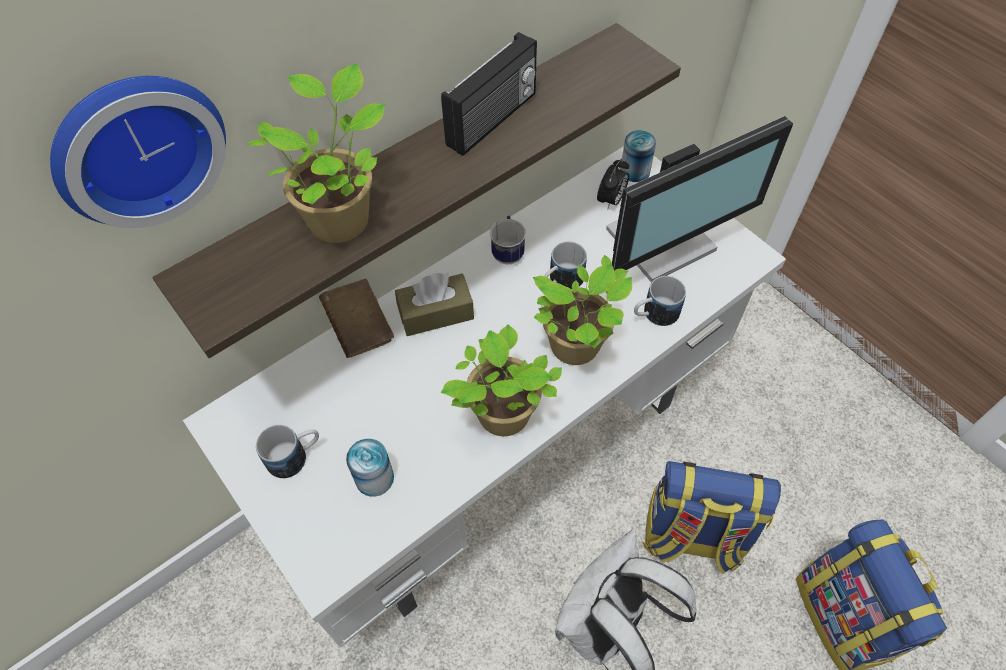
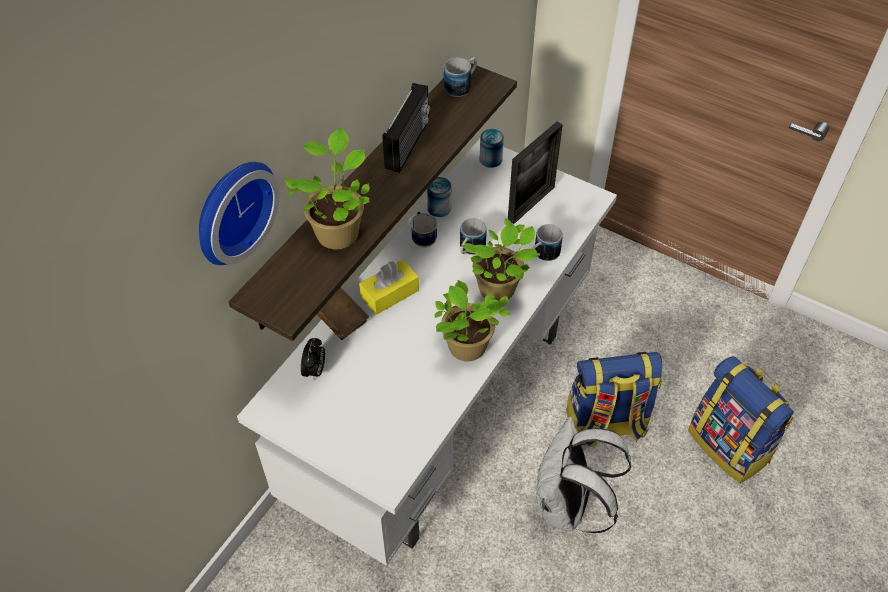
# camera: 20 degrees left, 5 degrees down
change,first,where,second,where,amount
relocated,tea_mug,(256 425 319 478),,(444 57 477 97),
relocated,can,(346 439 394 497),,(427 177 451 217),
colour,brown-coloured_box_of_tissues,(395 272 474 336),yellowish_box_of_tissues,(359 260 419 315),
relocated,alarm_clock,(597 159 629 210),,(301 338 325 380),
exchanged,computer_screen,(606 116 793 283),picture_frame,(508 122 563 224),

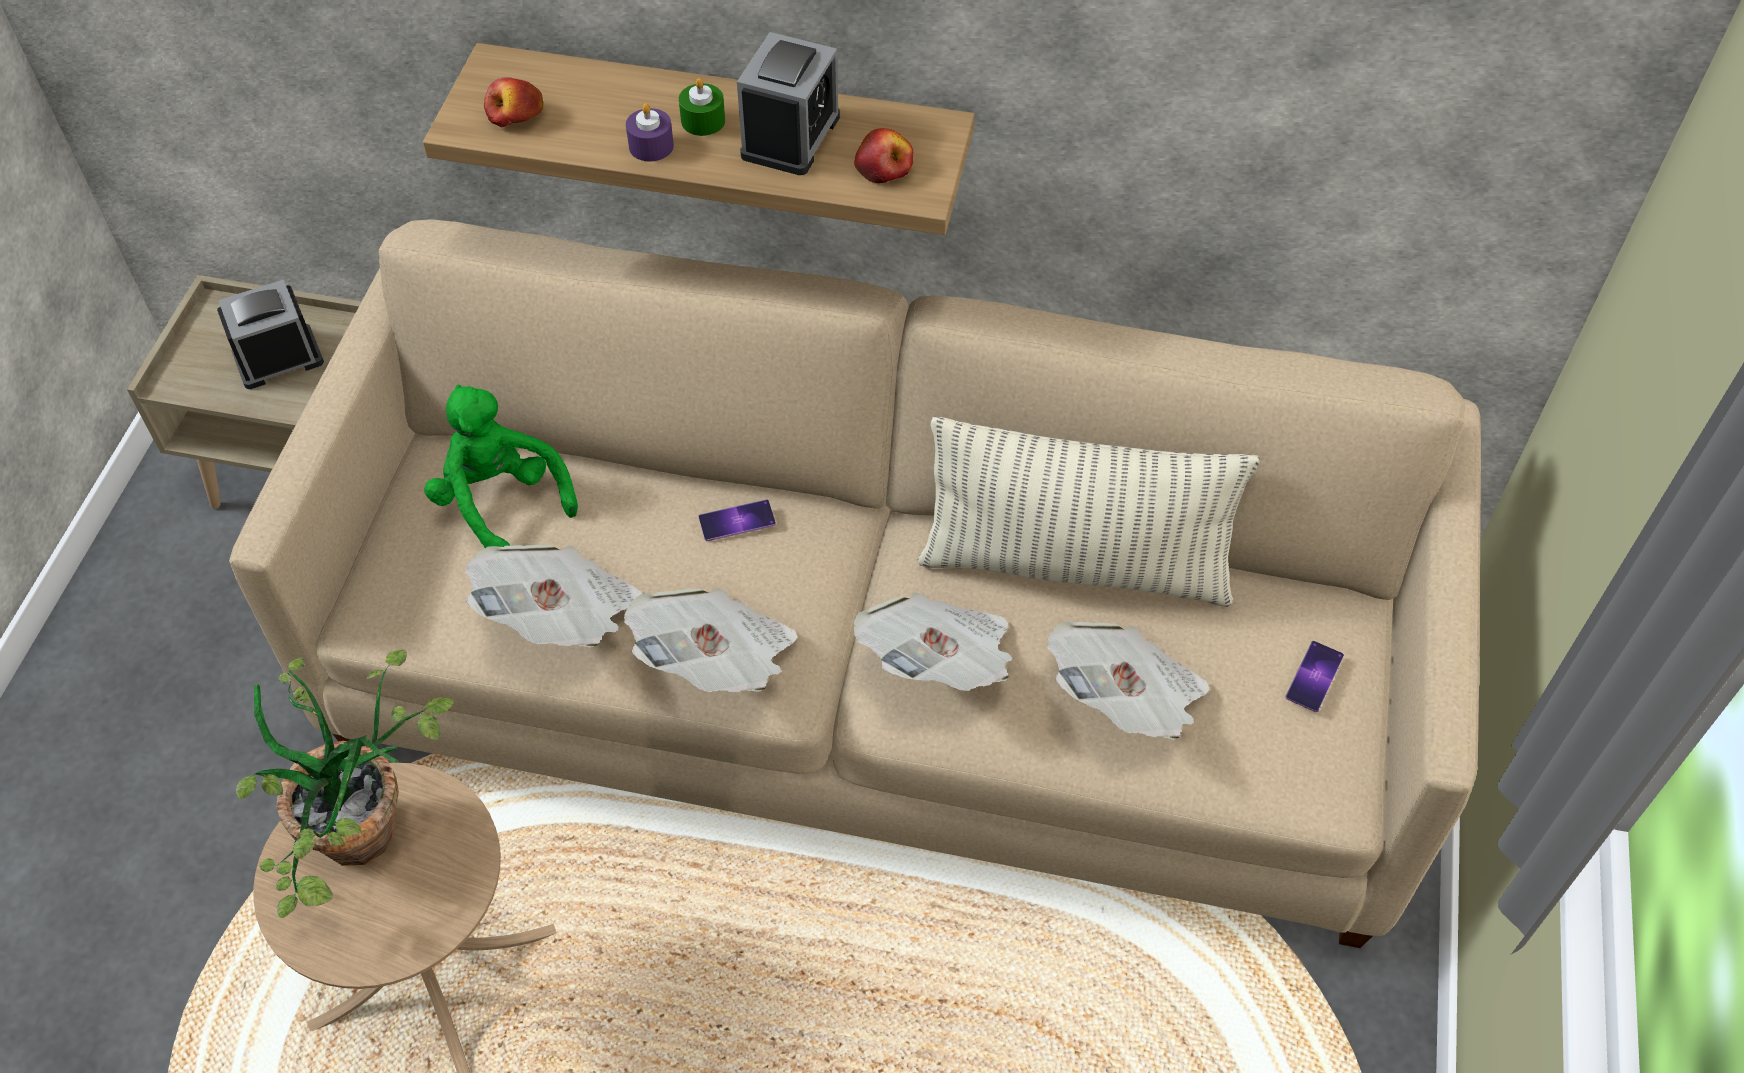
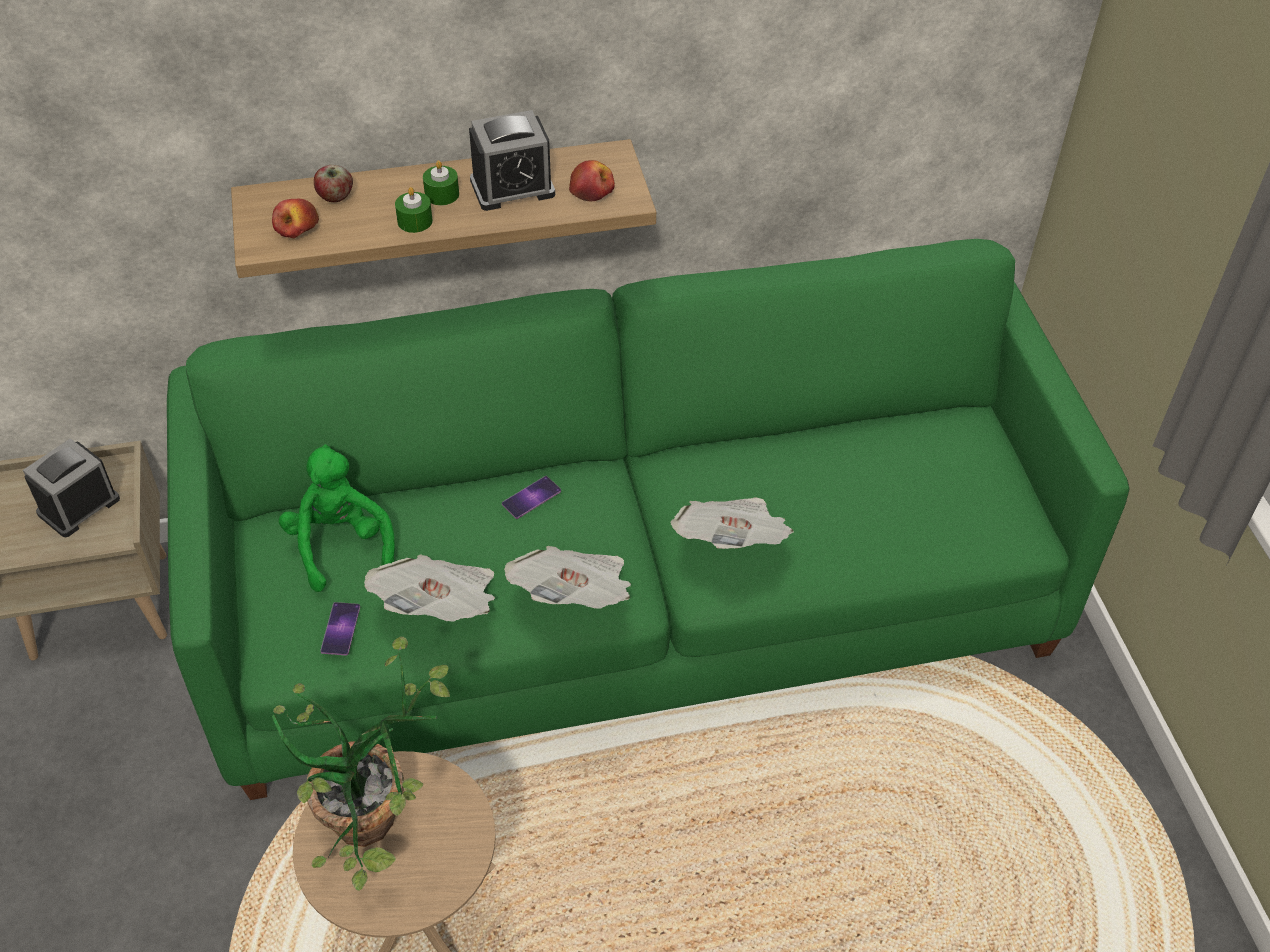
# camera: 25 degrees left, 5 degrees down
change,first,where,second,where,amount
colour,beige_settee,(229 219 1481 948),greenish_settee,(167 239 1130 800),
spun,greenish_plush_toy,(424 385 578 548),,(279 444 395 592),45 degrees clockwise
colour,purplish_candle,(626 103 674 162),greenish_candle,(395 187 433 233),
spun,alarm_clock,(737 32 840 175),,(469 110 555 211),75 degrees clockwise
missing,pillow,(917 416 1260 607),,,
missing,printed_paper,(1047 622 1209 740),,,
relocated,telephone,(1285 641 1344 712),,(320 602 360 656),
appeared,,,apple_fruit,(314 165 353 202),

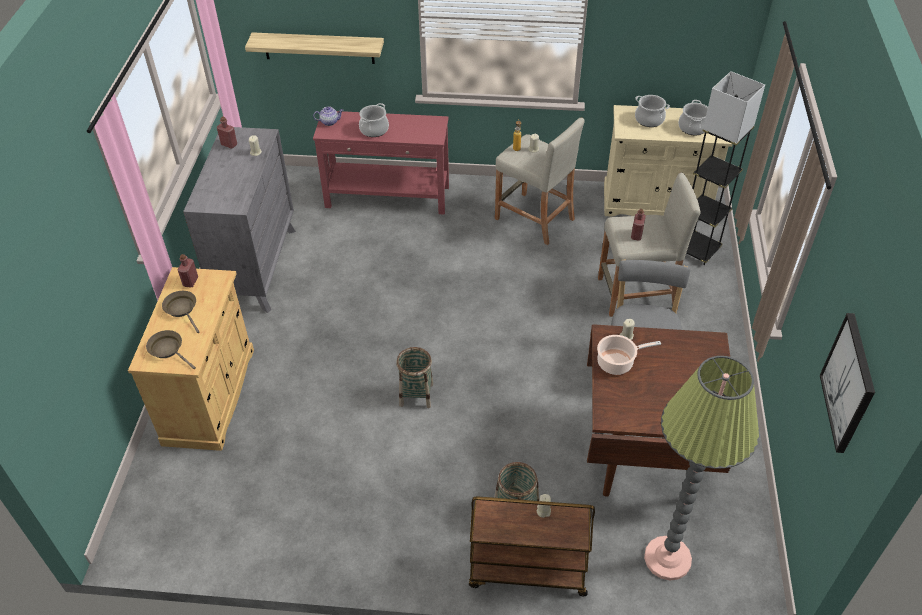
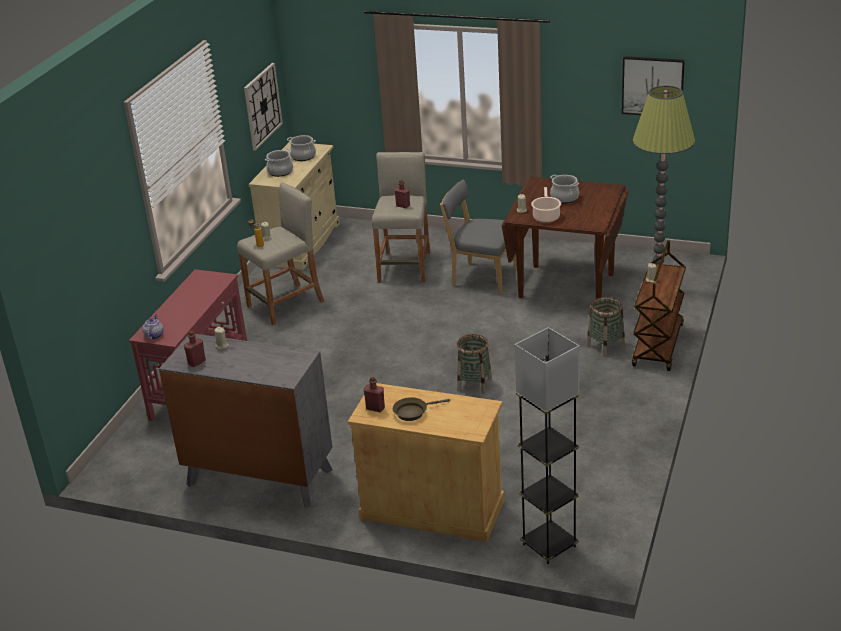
# camera: 75 degrees left, 15 degrees down
change,first,where,second,where,amount
missing,brown-coloured_skillet,(146 330 196 369),,,
missing,wall_shelf,(245 32 384 64),,,
relocated,stockpot,(359 103 389 137),,(550 175 579 203),
relocated,grey_floor_lamp,(686 71 765 265),,(515 327 580 564),
appeared,,,hanging_clock,(244 63 283 151),

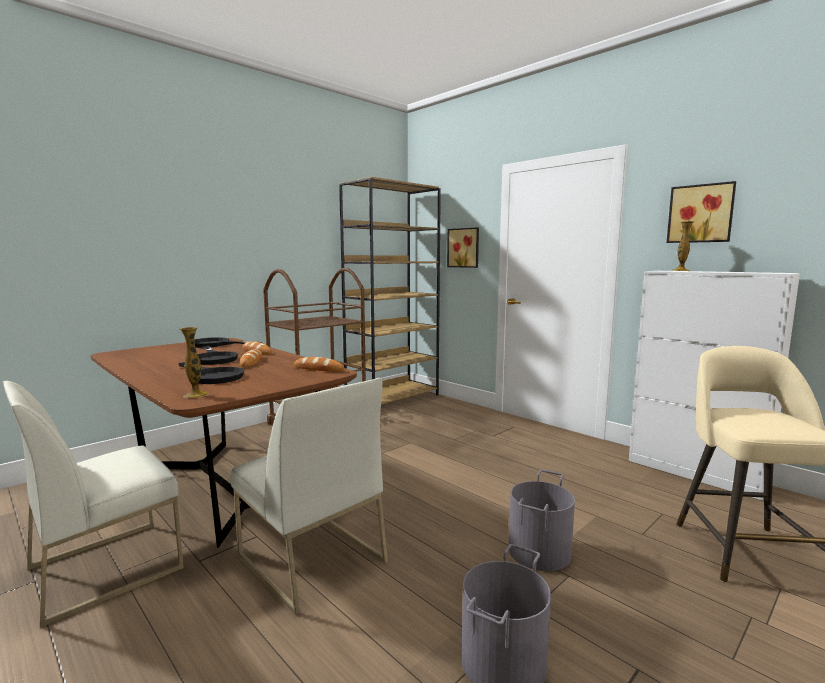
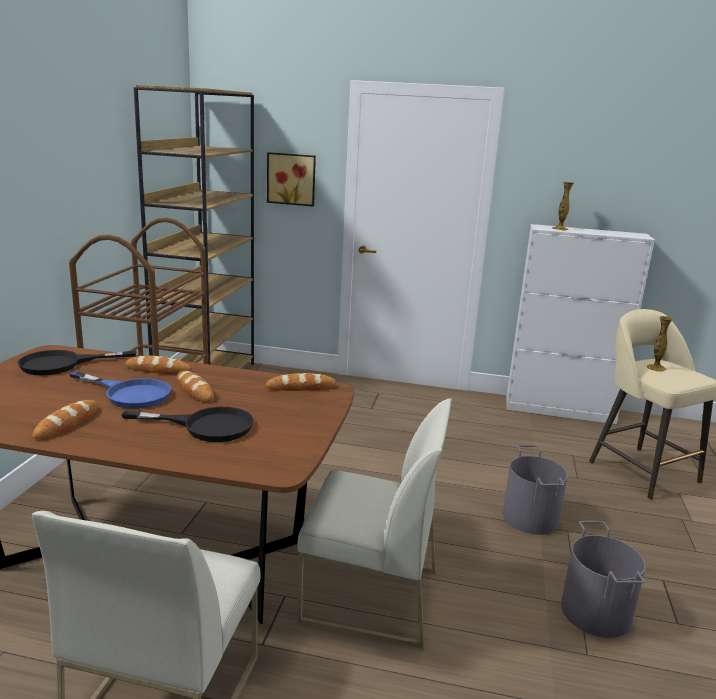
# camera: 35 degrees left, 10 degrees up
change,first,where,second,where,amount
relocated,decorative_vase,(180 327 209 398),,(647 316 673 372),
colour,blackish_skillet,(198 346 238 365),blue_skillet,(69 371 171 409),
missing,wall_picture,(666 181 736 243),,,
appeared,,,bakery_bread,(33 400 99 439),

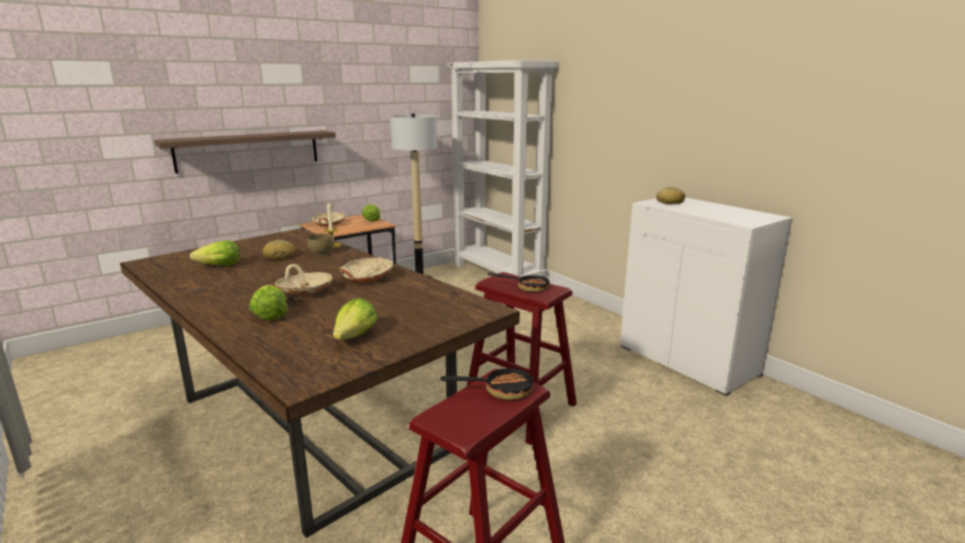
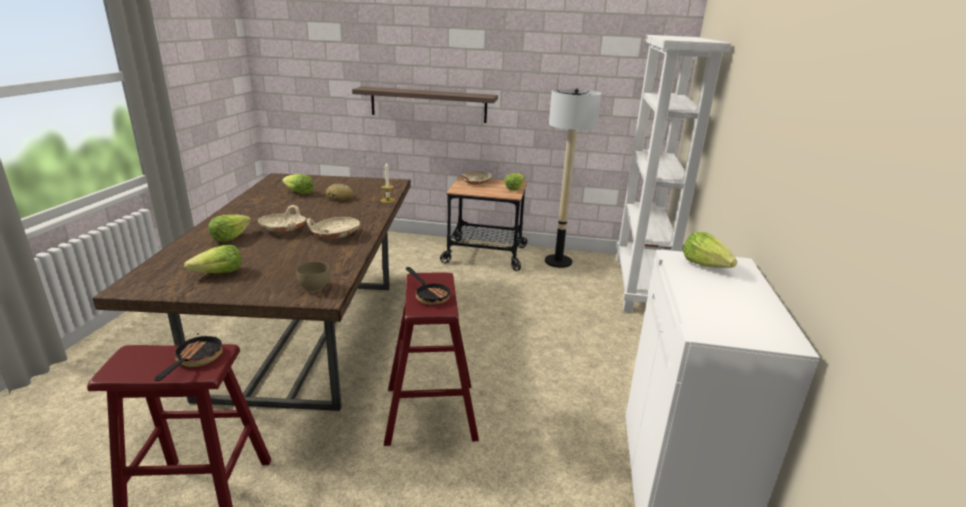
# camera: 45 degrees right, 5 degrees up
change,first,where,second,where,amount
relocated,brown-coloured_bowl,(307 234 334 255),,(297 262 330 291),
spun,skillet,(440 364 533 400),,(154 333 223 381),120 degrees counterclockwise
exchanged,bakery_bread,(656 187 685 204),lettuce_head,(683 232 737 268),

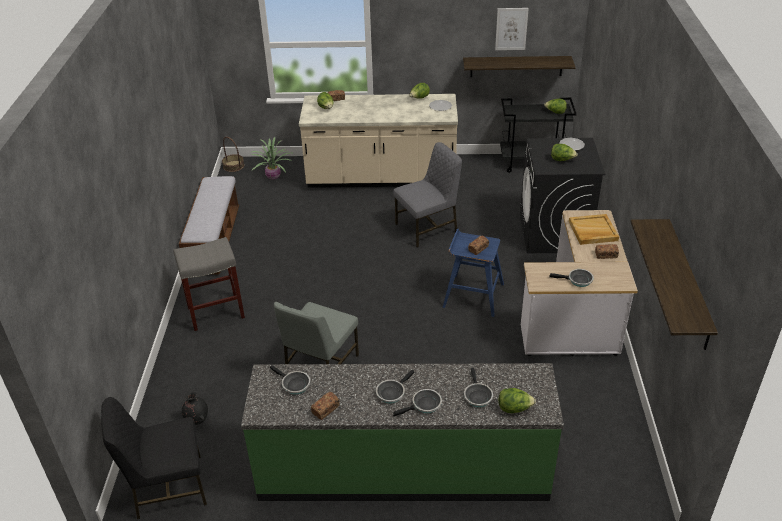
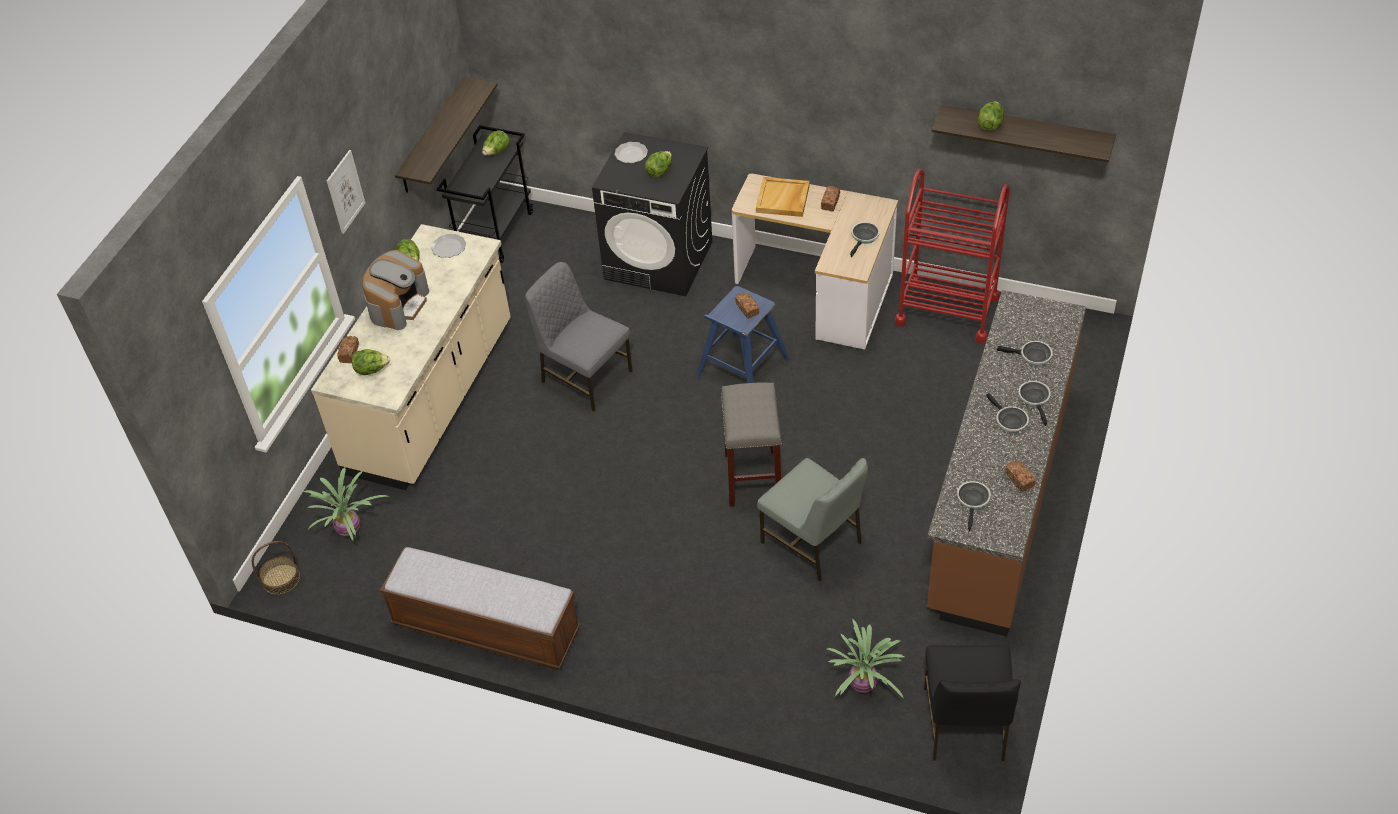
# camera: 70 degrees left, 10 degrees up
change,first,where,second,where,amount
relocated,grey_stool,(174 237 245 331),,(721 382 782 507),
exchanged,blackish_decorative_vase,(182 391 208 425),potted_plant,(827 620 904 699),
colour,greenish_counter,(241 363 564 501),brown-coloured_counter,(927 290 1086 637),
spun,skillet,(270 365 310 395),,(957 481 991 531),45 degrees counterclockwise
spun,grey_chair,(393 142 462 248),,(525 262 632 412),45 degrees counterclockwise
relocated,wall_picture,(495 8 529 50),,(327 150 365 234),
relocated,lettuce_head,(498 388 536 413),,(978 101 1004 131),
appeared,,,coffee_machine,(362 250 429 330),
appeared,,,red_wheeled_cart,(895 169 1010 343),

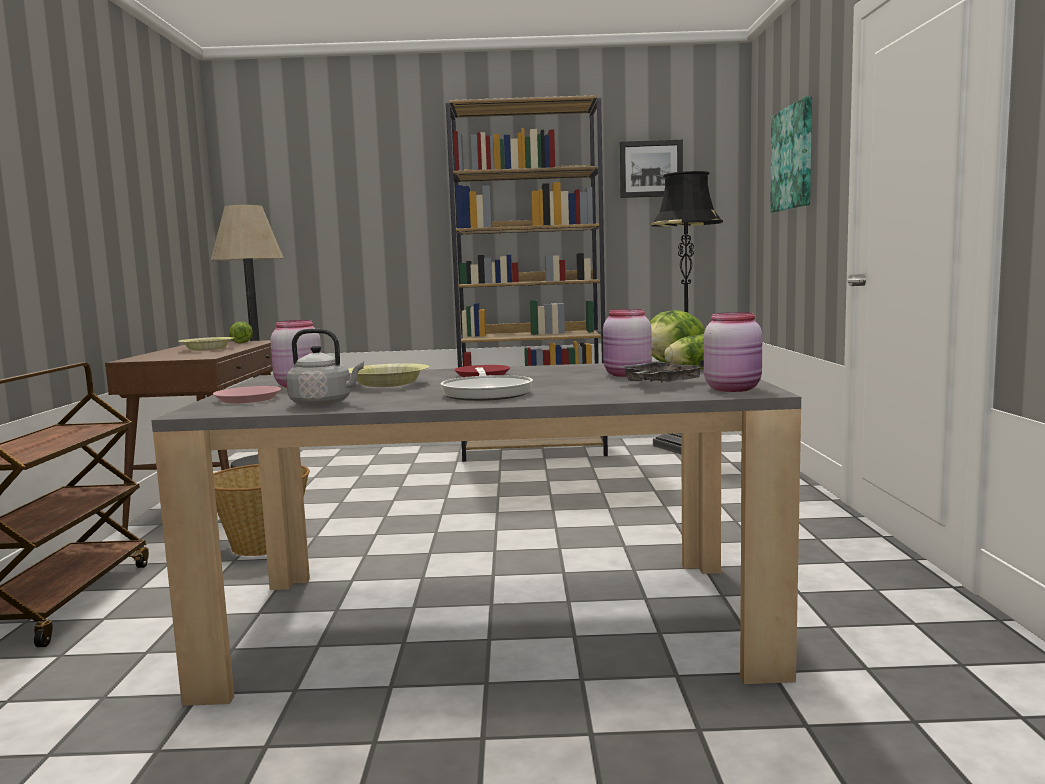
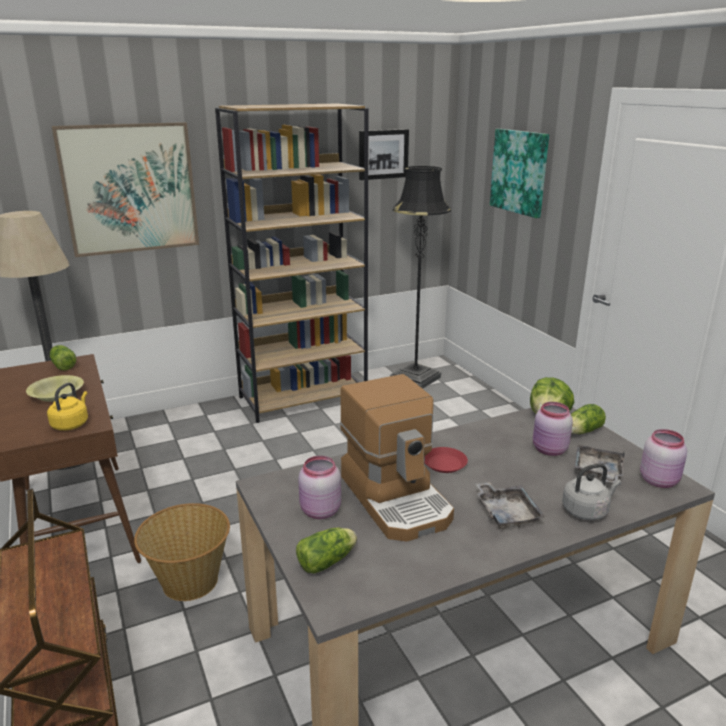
# camera: 25 degrees left, 15 degrees up
change,first,where,second,where,amount
exchanged,pink-coloured_plate,(213 386 281 404),lettuce_head,(296 527 357 574),
relocated,grey_water_kettle,(286 329 364 407),,(562 463 621 520),
exchanged,yellowish_bowl,(348 363 429 387),coffee_machine,(340 374 454 542),
exchanged,skillet,(441 367 533 401),grey_tray,(476 482 545 529),
appeared,,,yellowish_water_kettle,(47 383 88 431),
appeared,,,wall_picture,(52 122 199 257),

